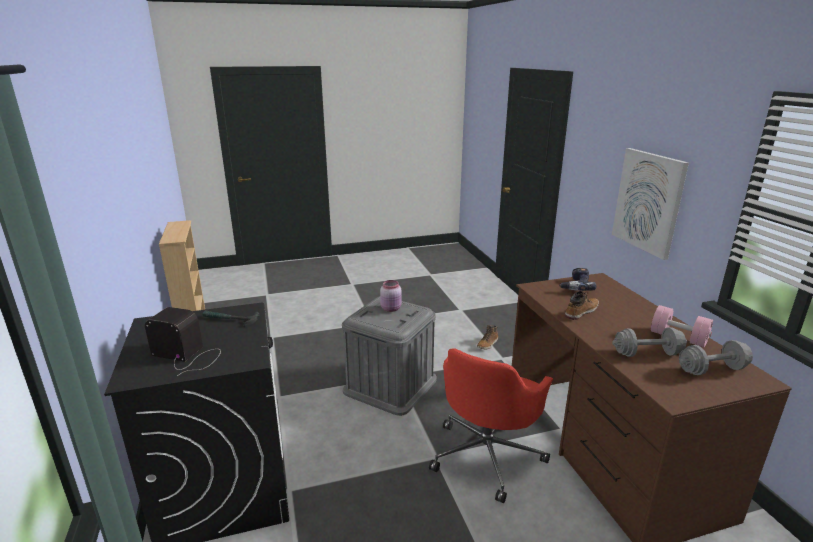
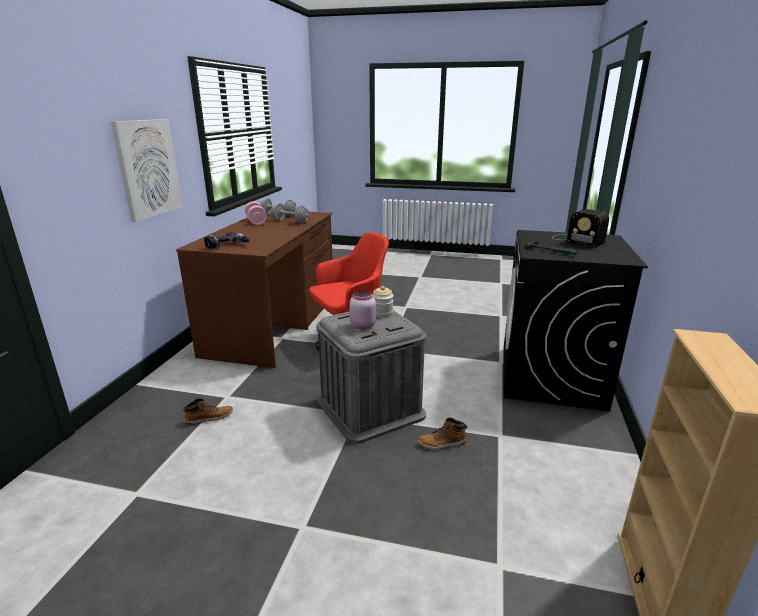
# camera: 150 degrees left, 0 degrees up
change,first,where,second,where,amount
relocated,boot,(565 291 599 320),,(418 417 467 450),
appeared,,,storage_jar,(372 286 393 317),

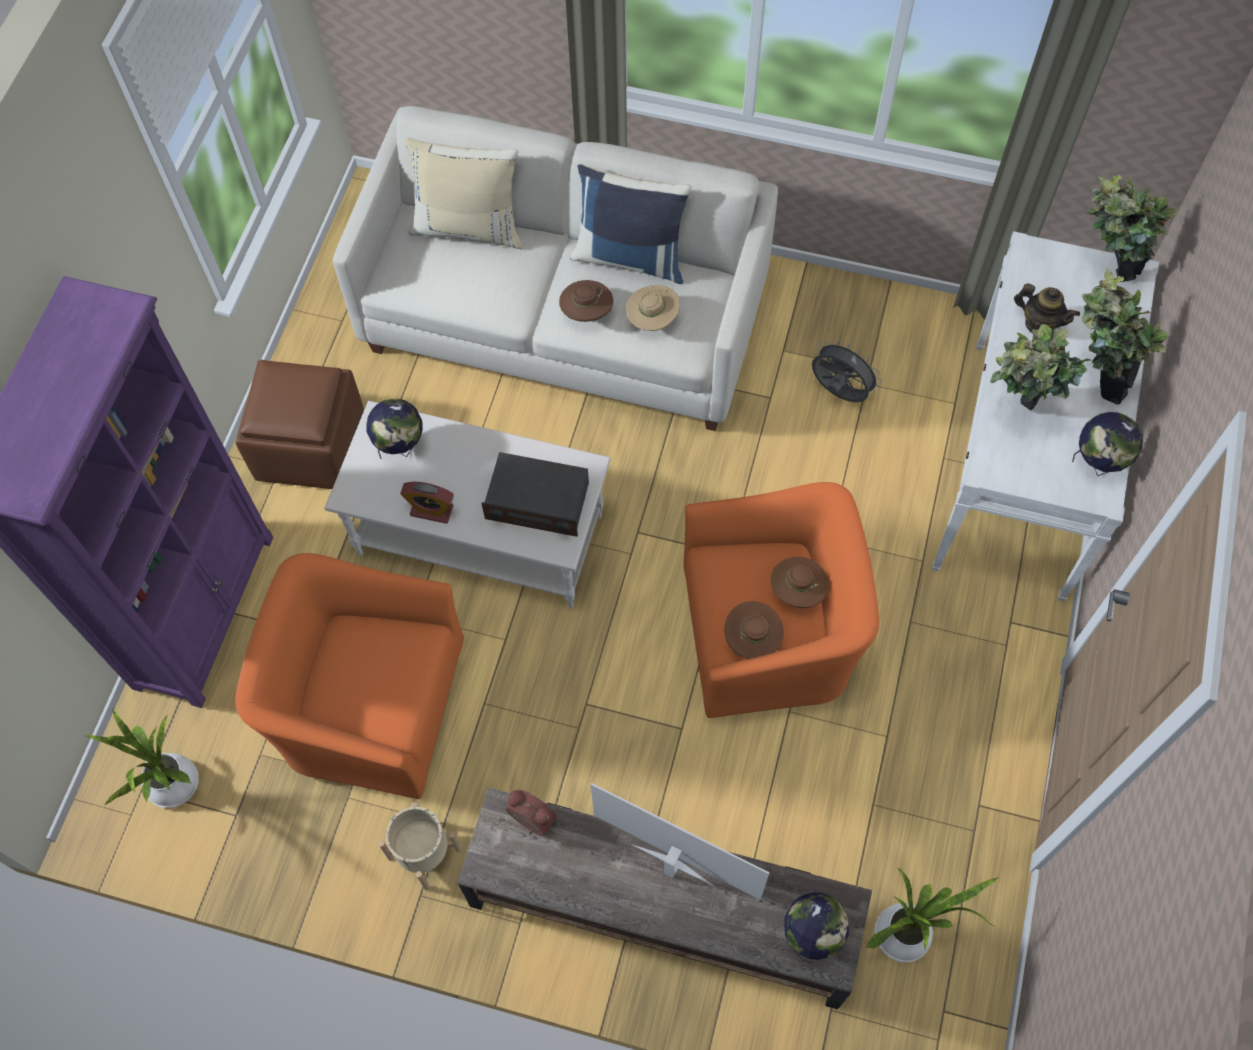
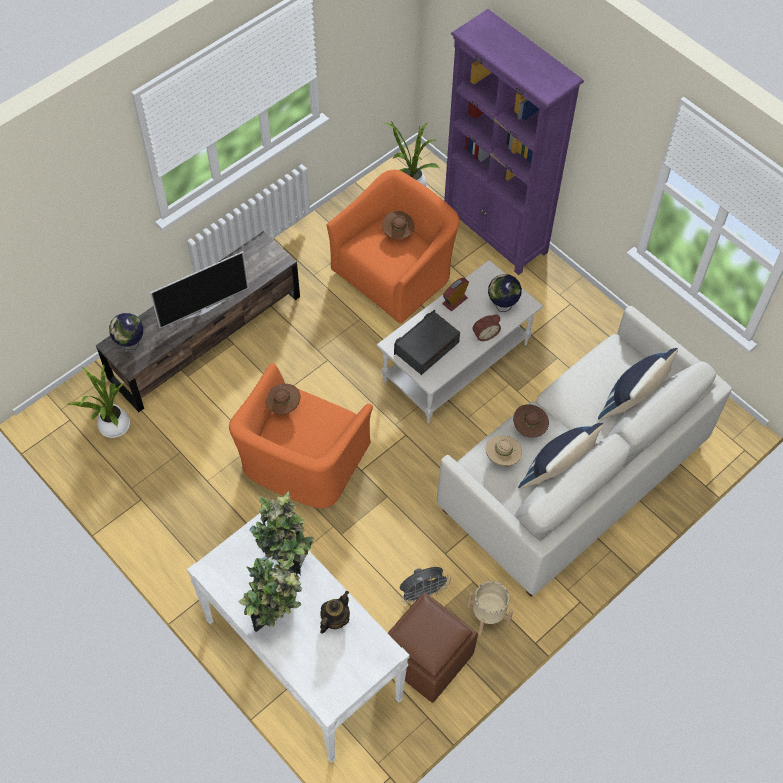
# camera: 120 degrees right, 5 degrees down
change,first,where,second,where,amount
relocated,brown-coloured_pouffe,(235 360 364 489),,(388 592 478 703),
relocated,beige_planter,(378 802 462 890),,(467 581 513 635),
colour,beige_pillow,(404 138 522 249),blue_pillow,(598 348 678 420),
relocated,alarm_clock,(506 790 557 836),,(472 315 501 341),
relocated,brown-coloured_wearable_hat,(771 557 829 608),,(382 211 414 239),
spun,teapot,(1014 283 1080 333),,(320 591 350 633),150 degrees clockwise
missing,globe,(1072 412 1143 476),,,
missing,potted_plant,(1086 175 1179 282),,,

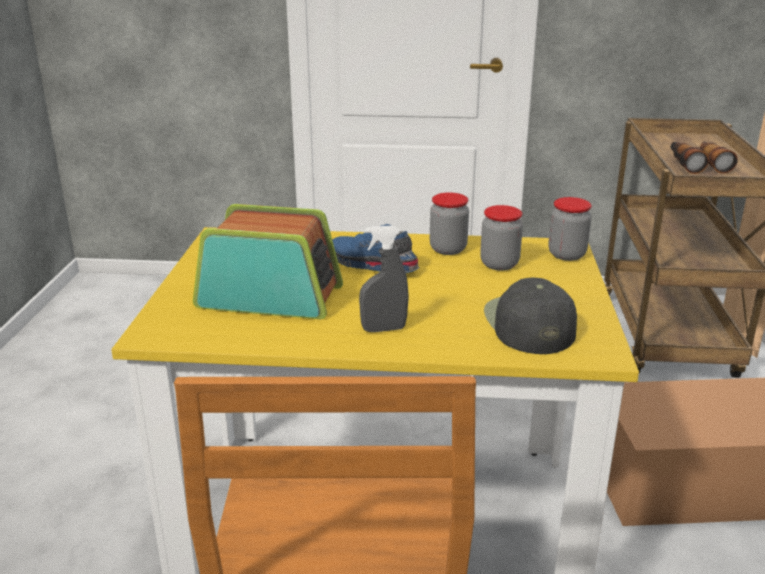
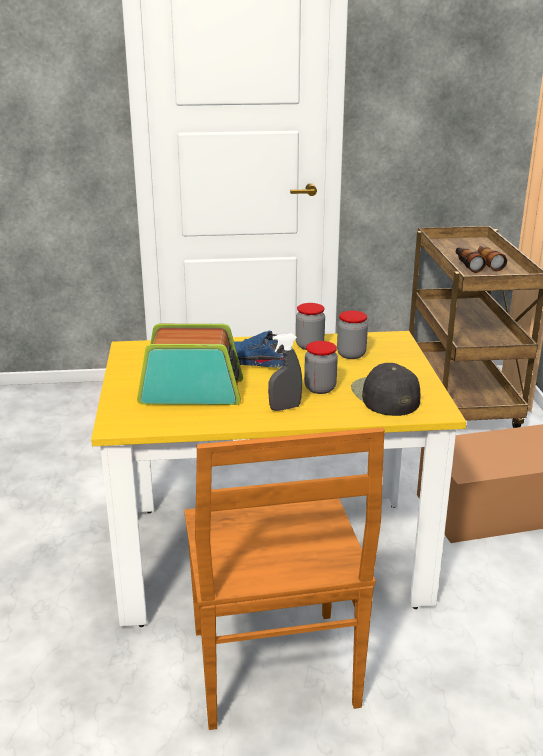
# camera: 10 degrees left, 0 degrees up
change,first,where,second,where,amount
relocated,storage_jar,(548 197 592 261),,(304 341 338 394),

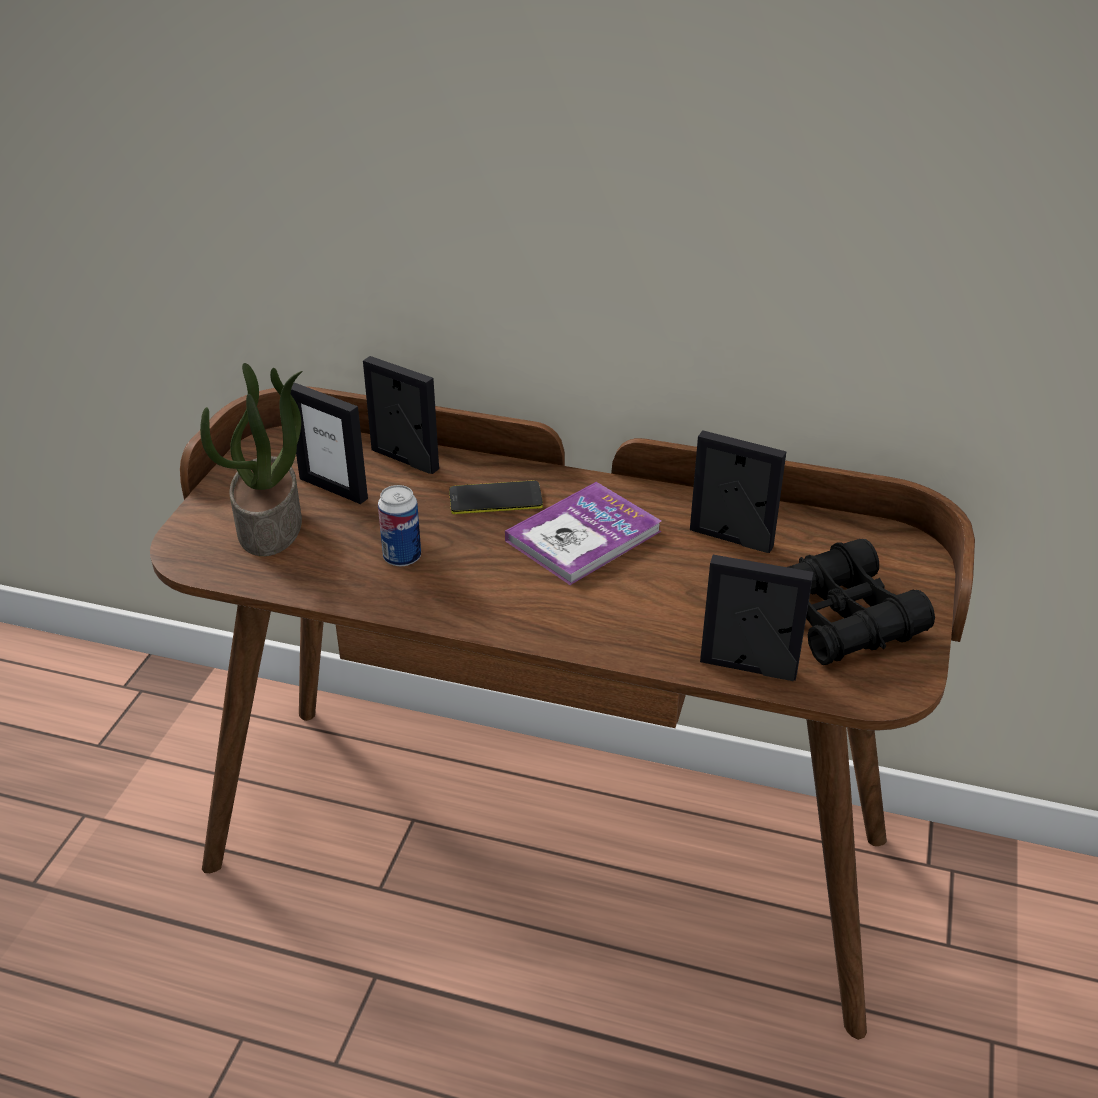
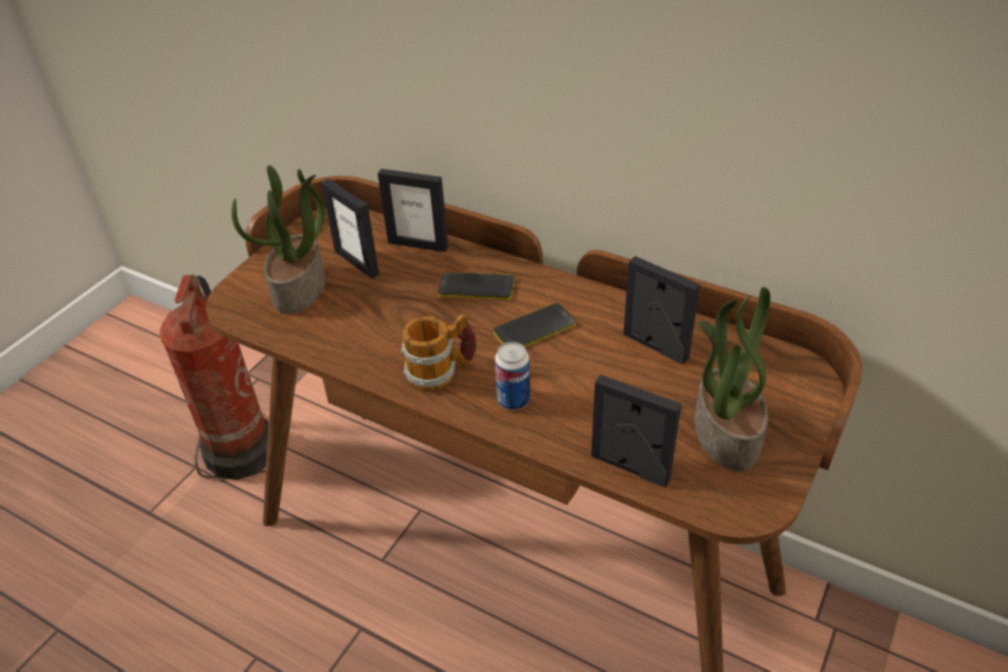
# camera: 15 degrees right, 5 degrees up
change,first,where,second,where,amount
spun,picture_frame,(363 356 439 474),,(378 169 448 252),150 degrees clockwise
relocated,can,(378 485 421 566),,(495 342 530 410),
exchanged,bound_book,(505 482 661 585),telephone,(493 303 576 347),
exchanged,blackish_pair_of_binoculars,(788 539 935 665),potted_plant,(694 287 770 471),
appeared,,,extinguisher,(160 274 269 480),
appeared,,,tea_mug,(401 313 477 391),

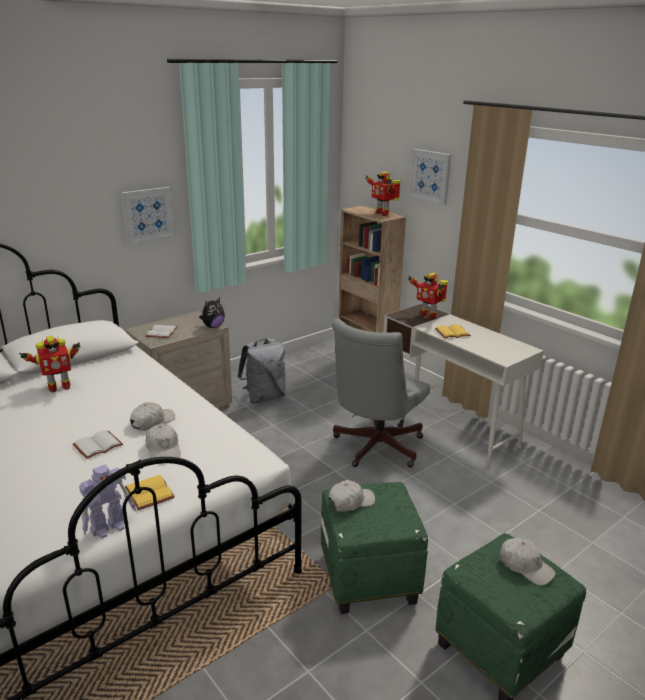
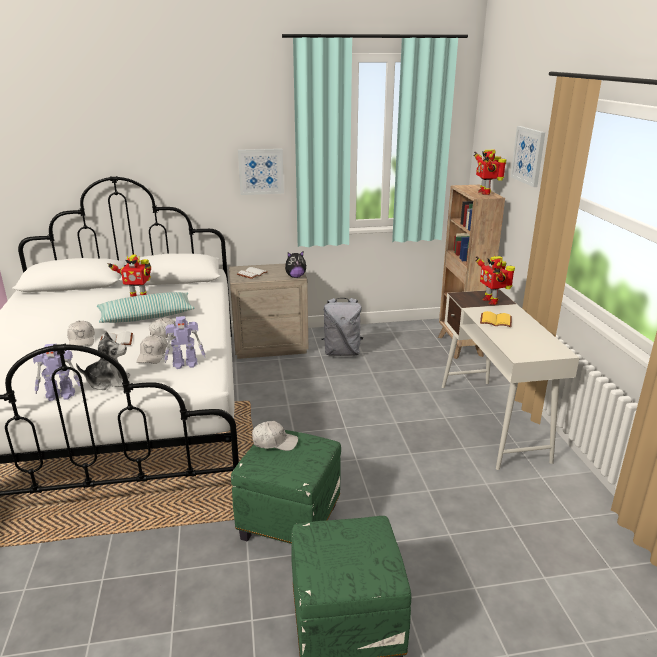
# camera: 30 degrees right, 0 degrees up
change,first,where,second,where,amount
exchanged,yellowish_bound_book,(125 475 175 510),plush_toy,(76 331 130 390),
missing,grey_office_chair,(332 318 430 468),,,
relocated,whitish_baseball_cap,(500 538 556 586),,(67 321 95 346),
appeared,,,pillow,(97 292 195 323),
appeared,,,toy_robot,(164 316 206 369),

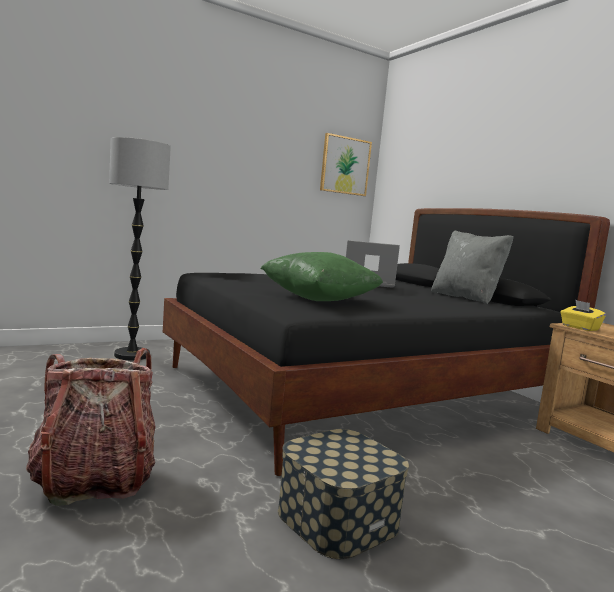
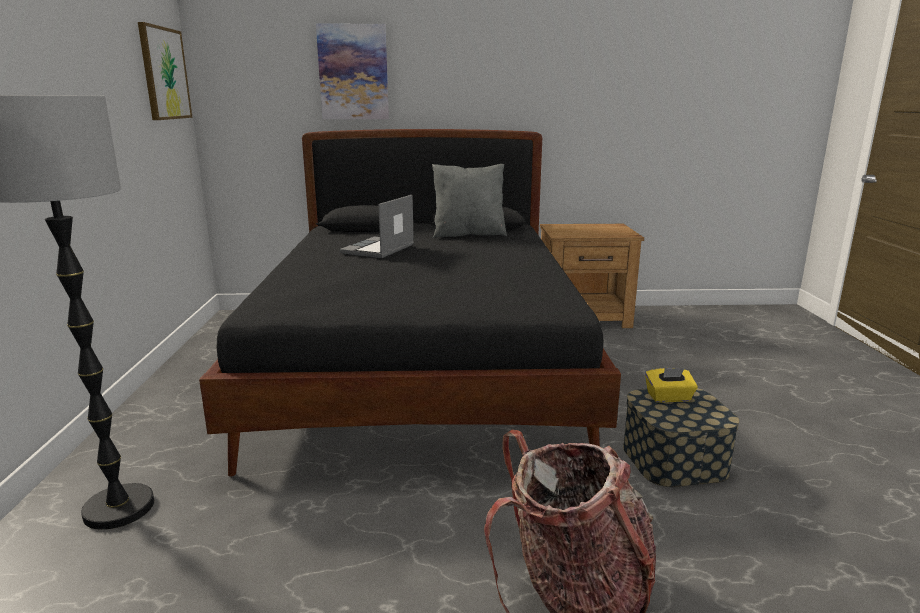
# camera: 60 degrees left, 10 degrees up
change,first,where,second,where,amount
missing,greenish_pillow,(261 252 383 301),,,
relocated,yellowish_box_of_tissues,(560 300 606 331),,(645 368 698 402),
appeared,,,wall_picture,(316 24 389 119),

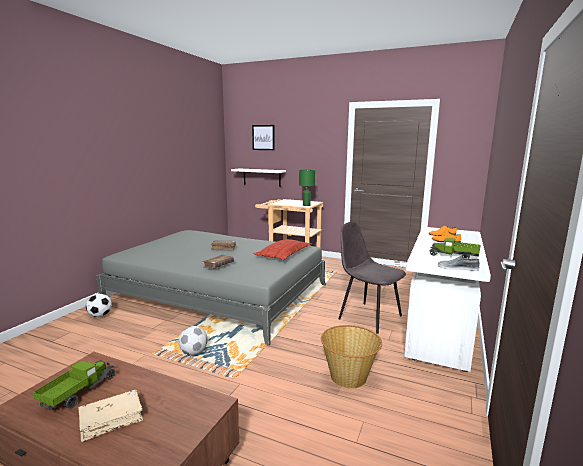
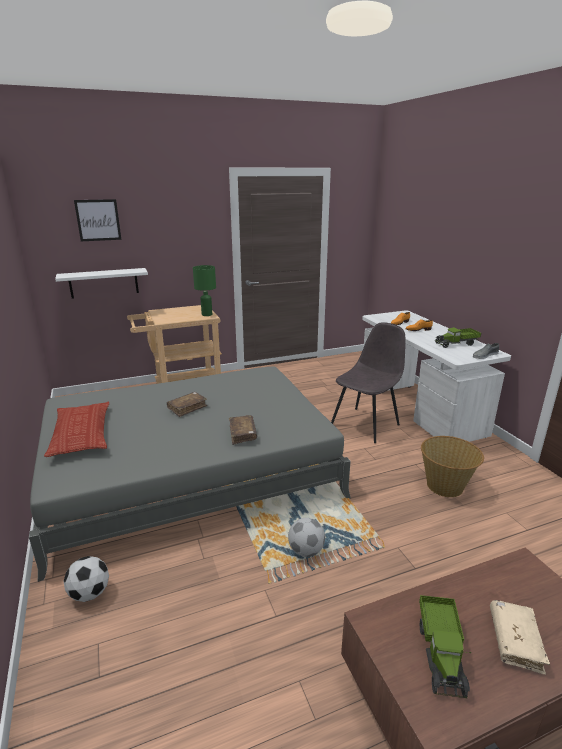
# camera: 45 degrees left, 10 degrees up
change,first,where,second,where,amount
spun,model_truck,(33 360 116 410),,(419 595 471 699),150 degrees counterclockwise
relocated,pillow,(254 239 312 260),,(44 402 109 457),
spun,grey_chair,(338 222 406 334),,(331 322 405 443),135 degrees clockwise

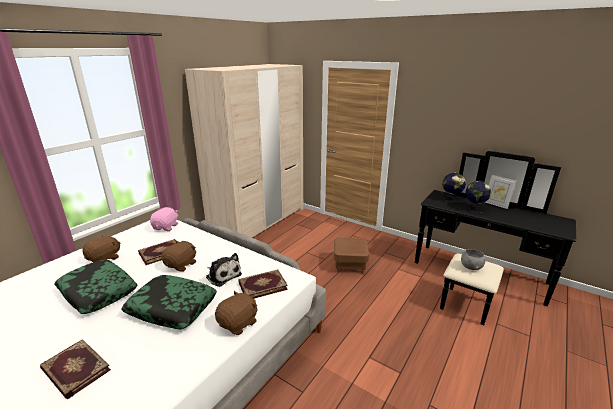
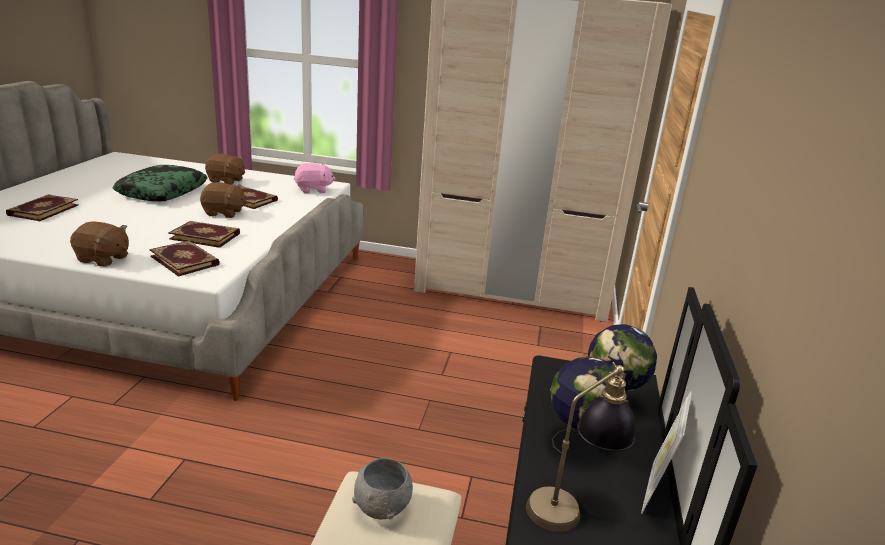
# camera: 65 degrees right, 0 degrees up
change,first,where,second,where,amount
missing,pillow,(121 275 217 329),,,
exchanged,plush_toy,(206 253 242 287),bound_book,(168 221 240 248),
missing,brown-coloured_pouffe,(334 237 369 274),,,
appeared,,,table_lamp,(526 362 636 532),

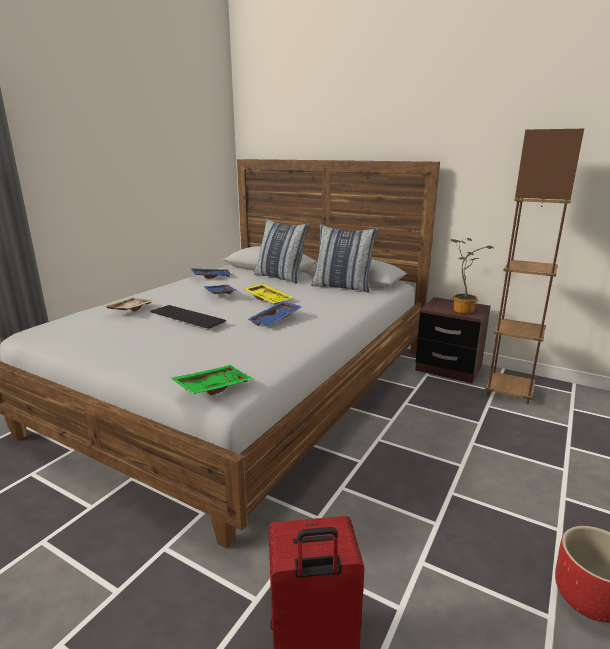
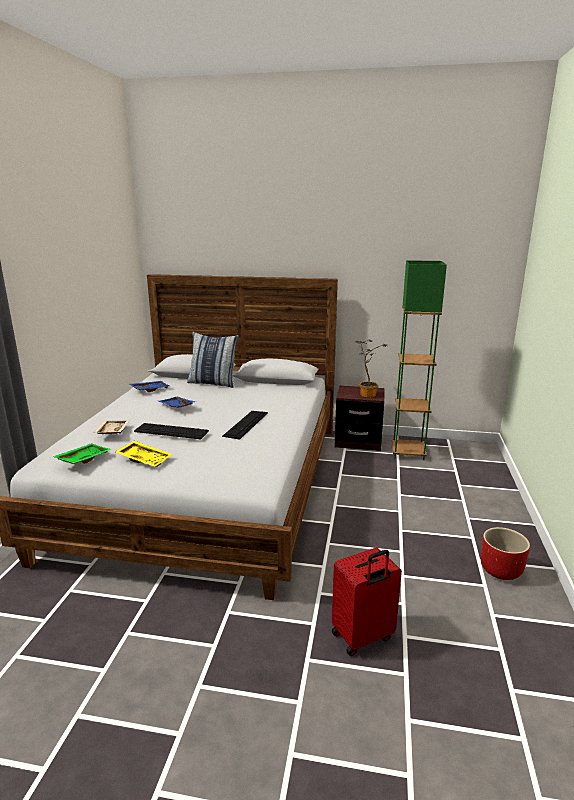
# camera: 20 degrees left, 0 degrees up
change,first,where,second,where,amount
relocated,greenish_tray,(171 365 253 395),,(53 443 112 464),
relocated,yellowish_tray,(245 283 292 304),,(116 441 172 467),
exchanged,blue_tray,(247 301 302 326),keyboard,(222 411 268 440),
missing,pillow,(311 224 379 293),,,
colour,brown-coloured_floor_lamp,(485 129 584 404),greenish_floor_lamp,(392 260 447 460),

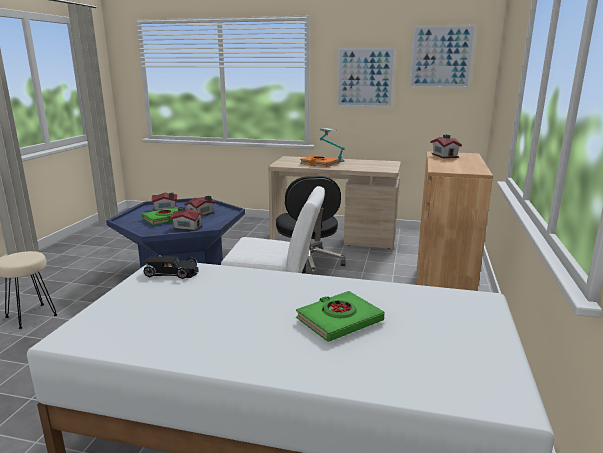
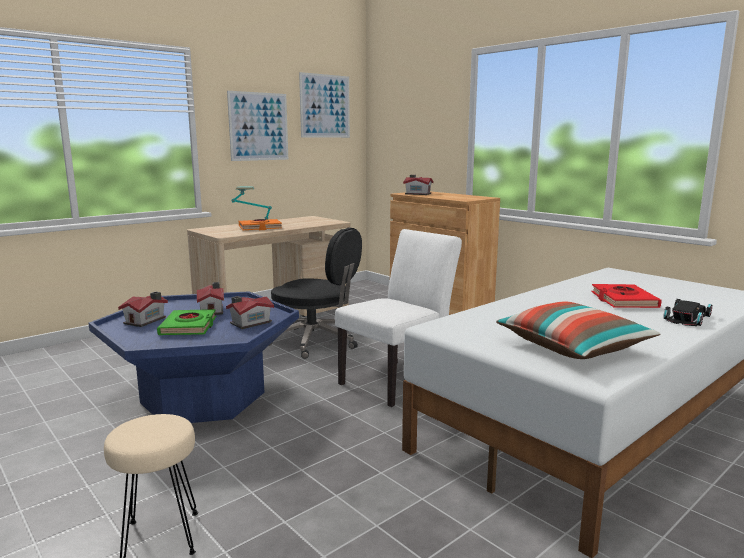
# camera: 55 degrees left, 5 degrees down
change,first,where,second,where,amount
relocated,blackish_miniature_car,(143 255 199 279),,(664 299 712 326),
colour,greenish_bound_book,(296 291 385 342),red_bound_book,(592 284 662 308),
appeared,,,pillow,(496 301 661 359),

